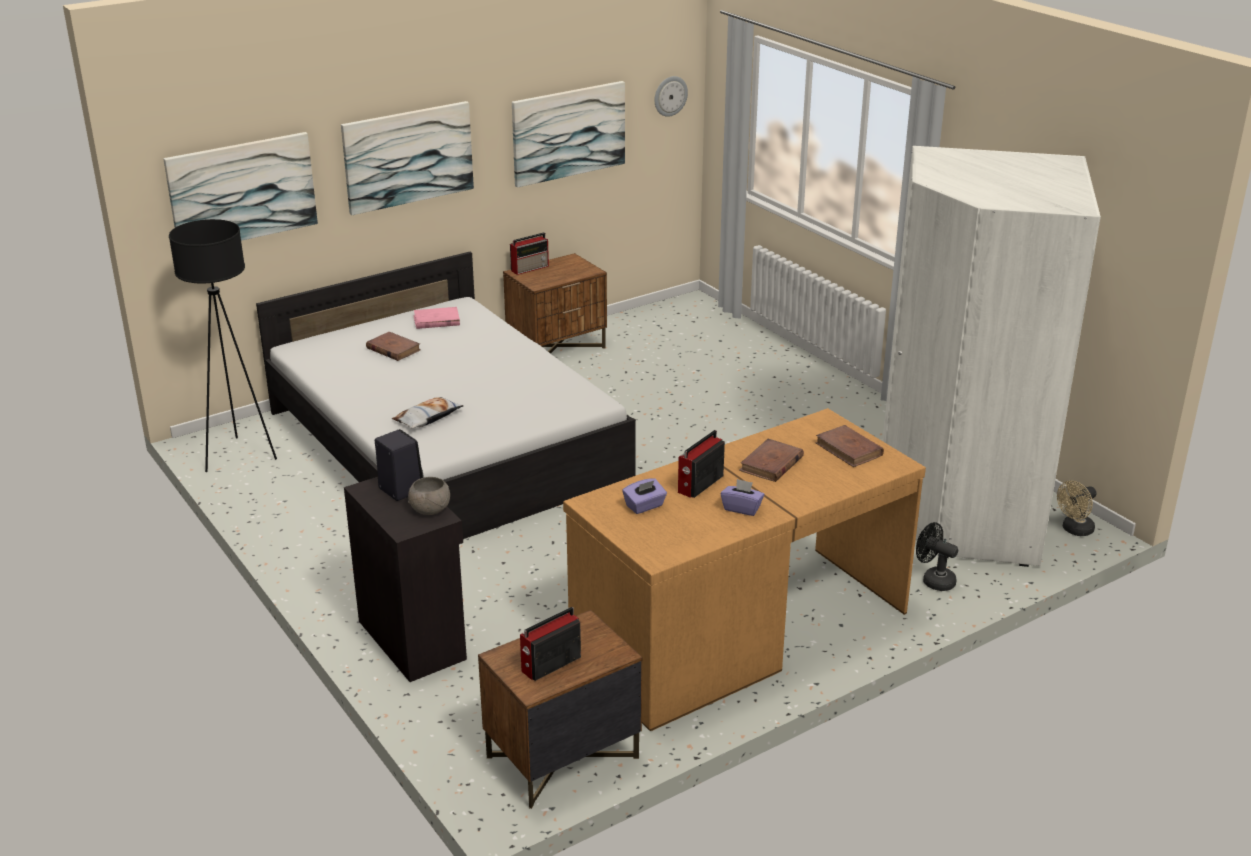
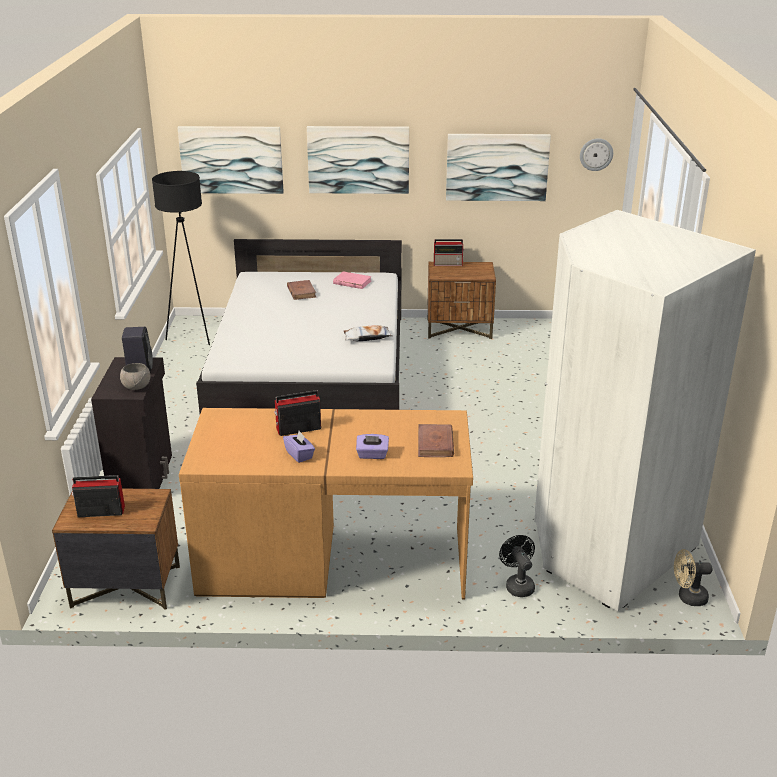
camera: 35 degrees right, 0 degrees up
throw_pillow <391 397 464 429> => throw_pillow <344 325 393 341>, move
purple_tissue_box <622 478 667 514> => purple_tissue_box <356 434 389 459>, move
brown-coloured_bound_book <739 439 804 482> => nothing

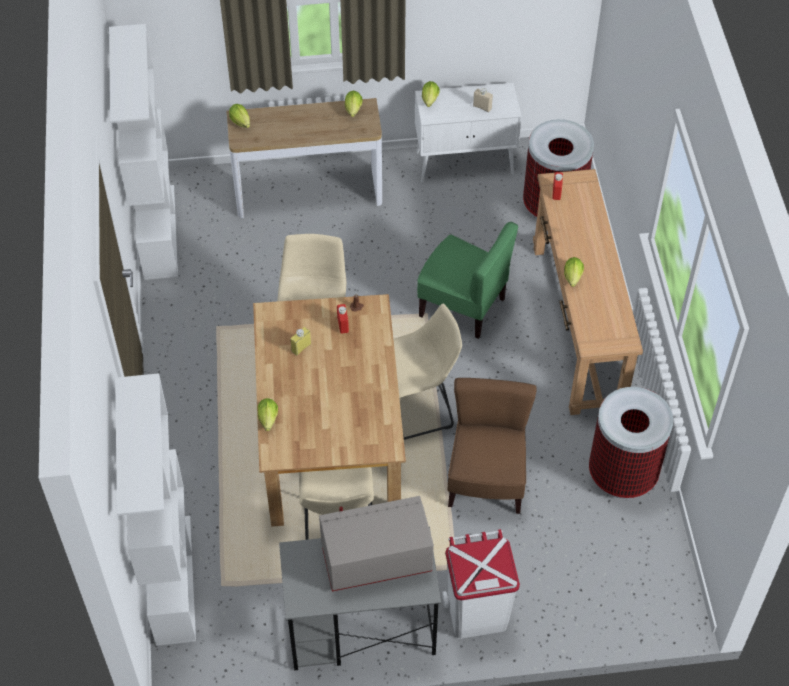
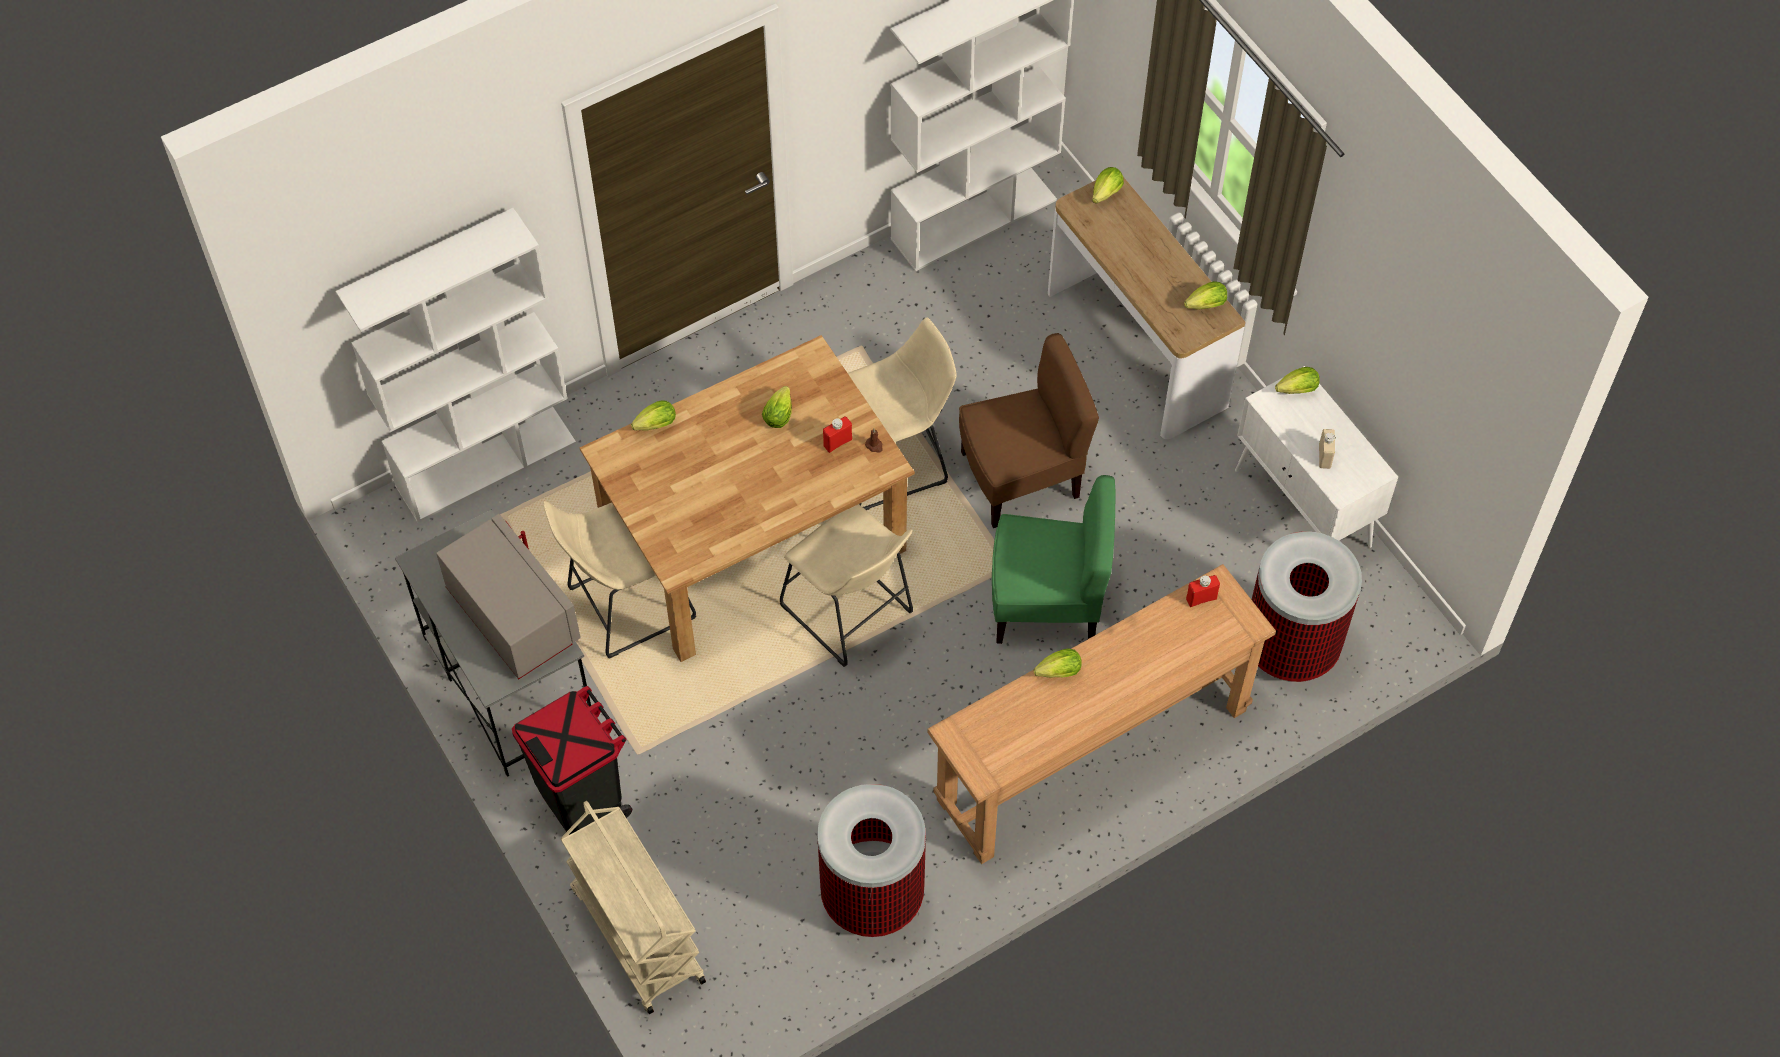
camera: 65 degrees right, 5 degrees up
whitish_waste_bin <442 529 520 638> => black_waste_bin <512 686 632 835>
nothing => beige_wheeled_cart <560 801 706 1014>
yellow-coloured_bottle <290 327 311 355> => head_of_lettuce <762 386 792 428>
brown-coloured_plain_chair <448 378 537 514> => brown-coloured_plain_chair <959 333 1099 528>, move
green_plain_chair <417 222 518 339> => green_plain_chair <992 475 1115 644>, 90 degrees counterclockwise

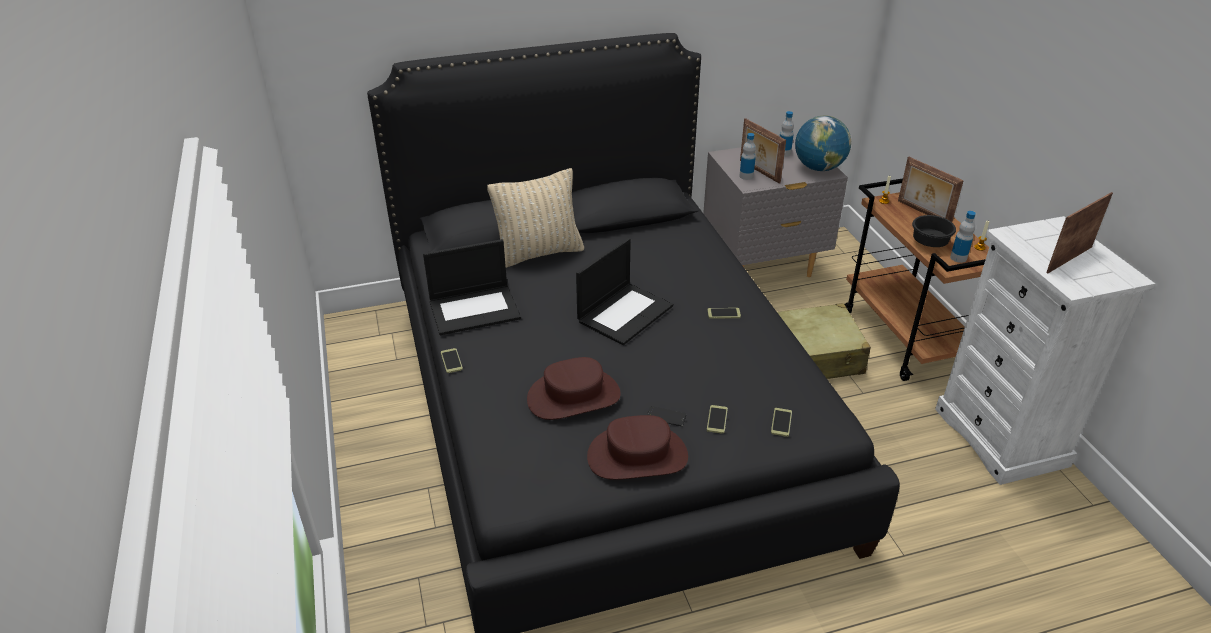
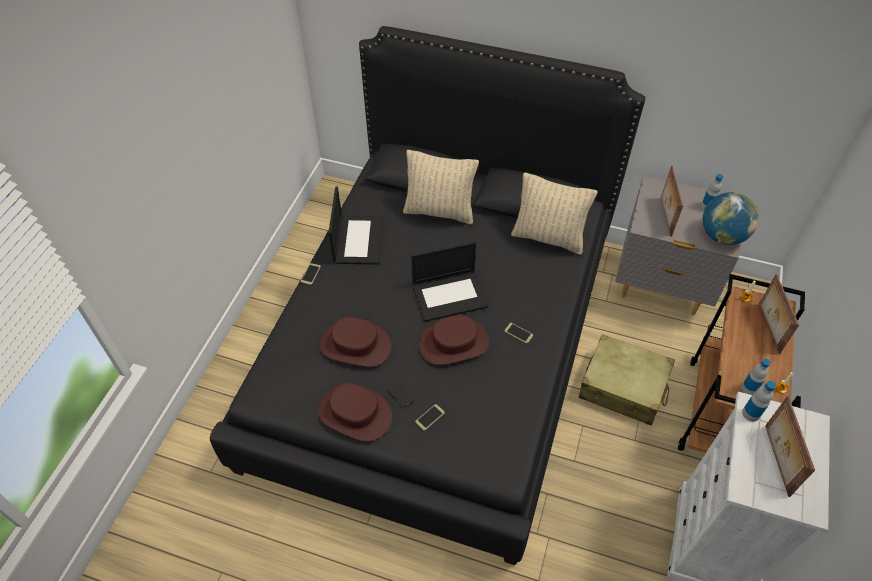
camera: 35 degrees right, 15 degrees up
notebook_computer <423 239 521 335> => notebook_computer <328 186 384 265>, 105 degrees counterclockwise
nothing => brown-coloured_hat <419 315 489 365>
nothing => beige_throw_pillow <511 172 598 255>
bottle <739 133 756 180> => bottle <742 381 776 422>, move
photo_frame <1046 192 1113 273> => photo_frame <765 396 815 497>, 90 degrees counterclockwise
telephone <771 408 792 437> => nothing
black_deep_dish <912 215 956 247> => nothing

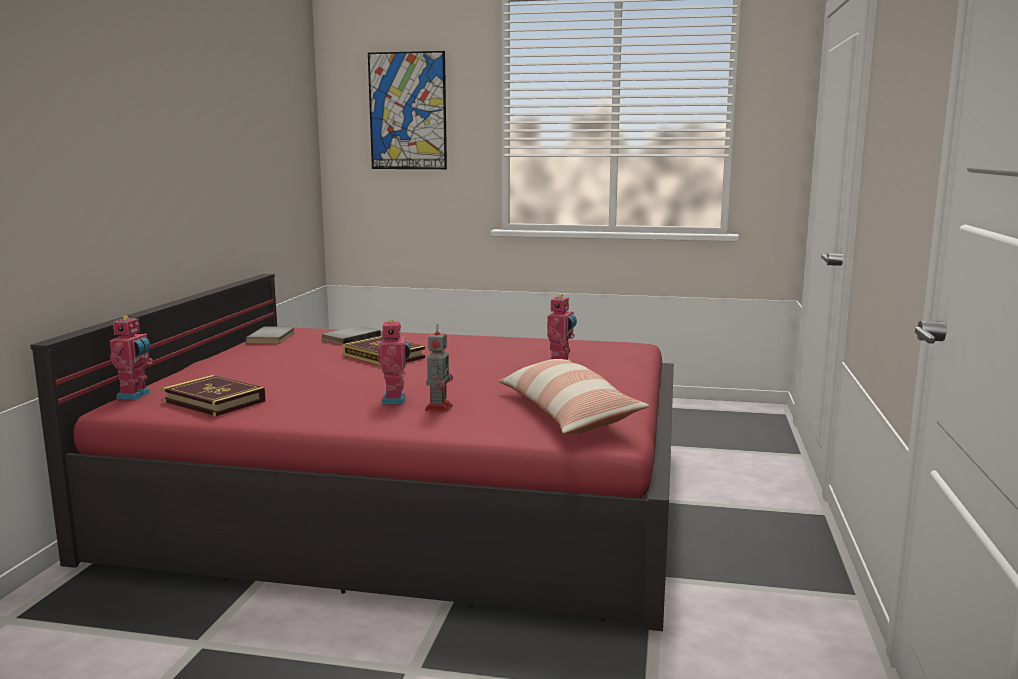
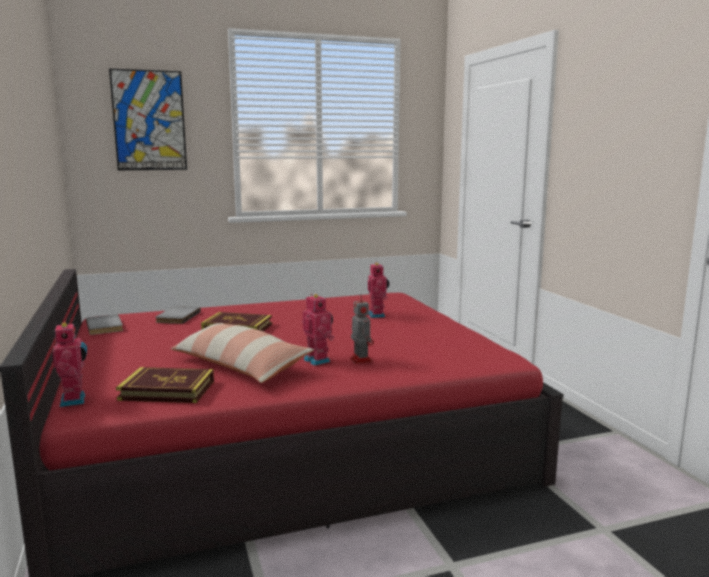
camera: 30 degrees left, 0 degrees up
throw_pillow <499 359 649 434> => throw_pillow <171 323 314 383>, move

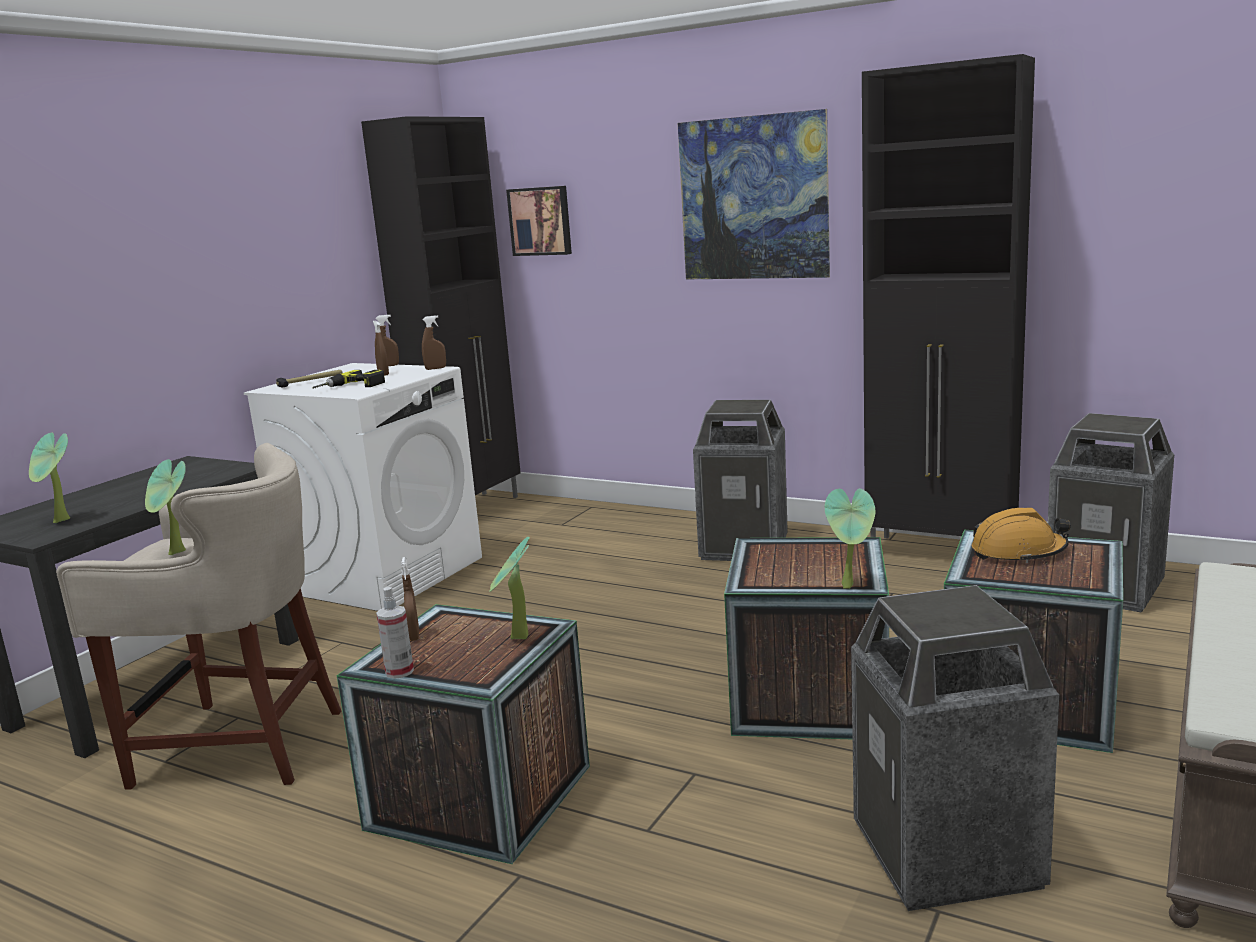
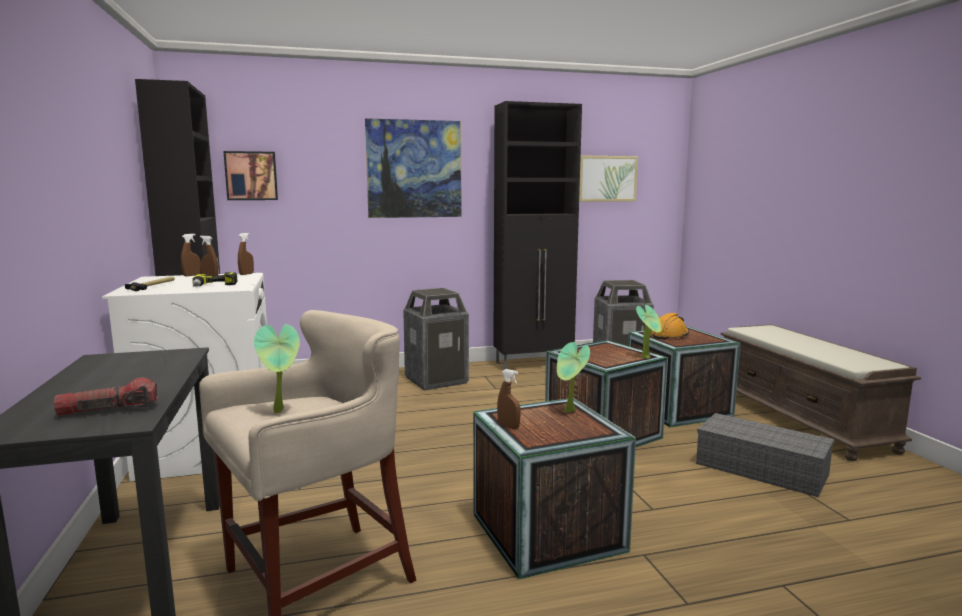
camera: 45 degrees left, 5 degrees down
plant_in_a_pot <29 433 70 523> => hand_torch <54 377 158 416>
nothing => wall_picture <579 155 638 202>
waste_bin <851 585 1059 911> => gray_storage_box <696 413 835 497>
spray_bottle <376 587 414 679> => nothing

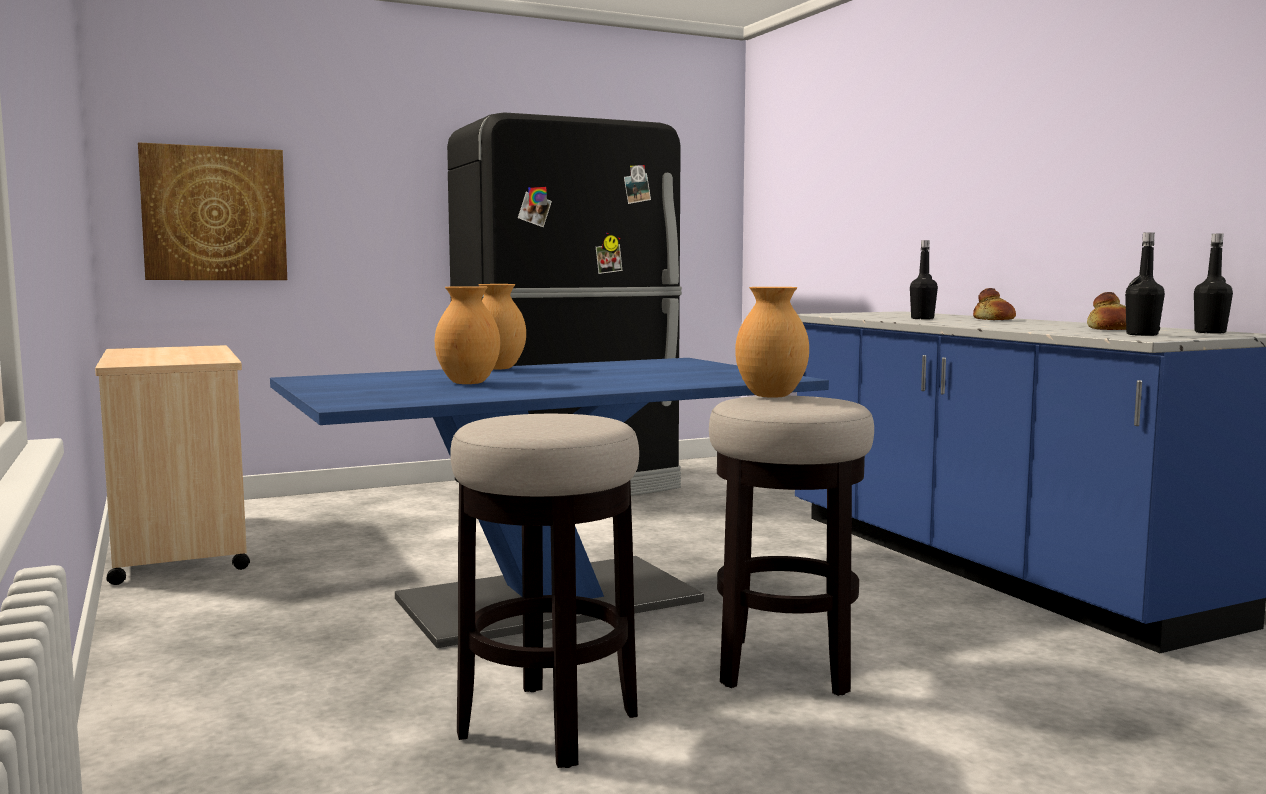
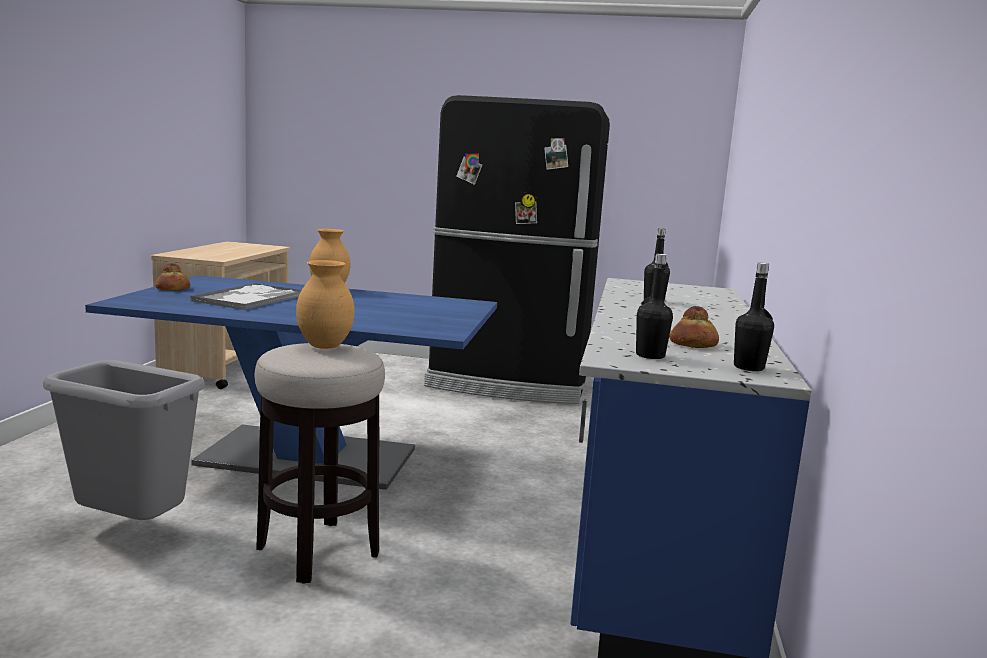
camera: 35 degrees right, 5 degrees up
stool_seat <450 414 639 768> => gray_waste_bin <43 360 205 520>
bakery_bread <973 288 1016 320> => bakery_bread <155 263 190 291>, move
brown-coloured_flower_vase <435 286 500 384> => serving_tray <190 283 302 310>
wall_picture <138 142 287 280> => nothing

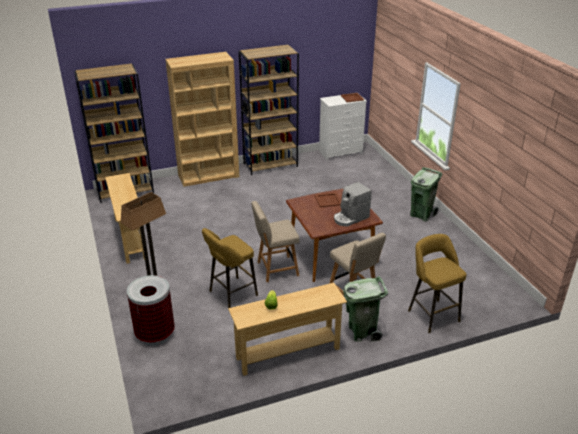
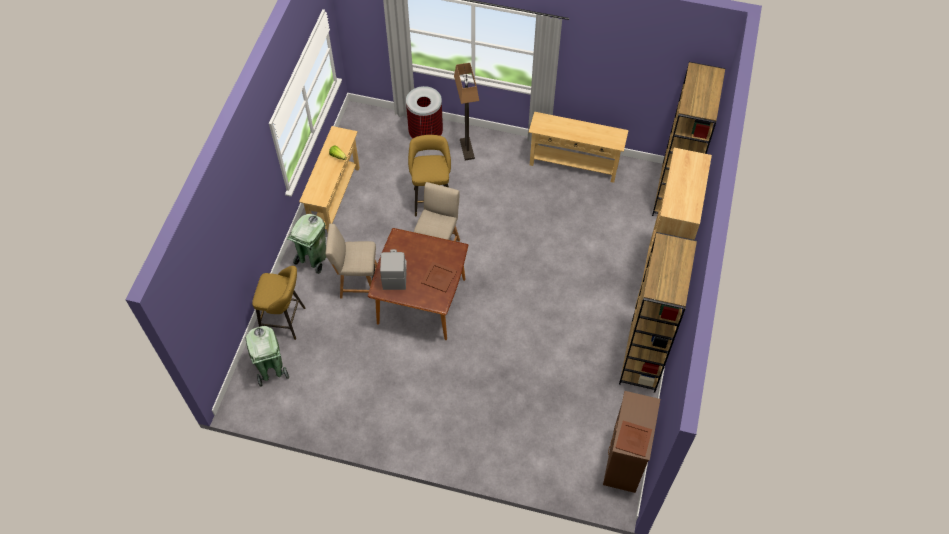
camera: 125 degrees right, 25 degrees up
green_waste_bin <410 167 443 222> => green_waste_bin <246 326 289 387>, move
whitish_dresser <319 94 367 160> => brown-coloured_dresser <603 391 660 493>

